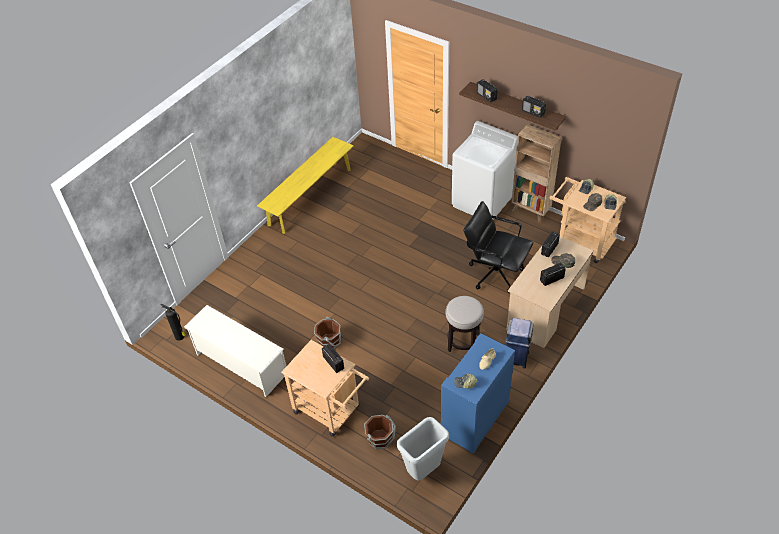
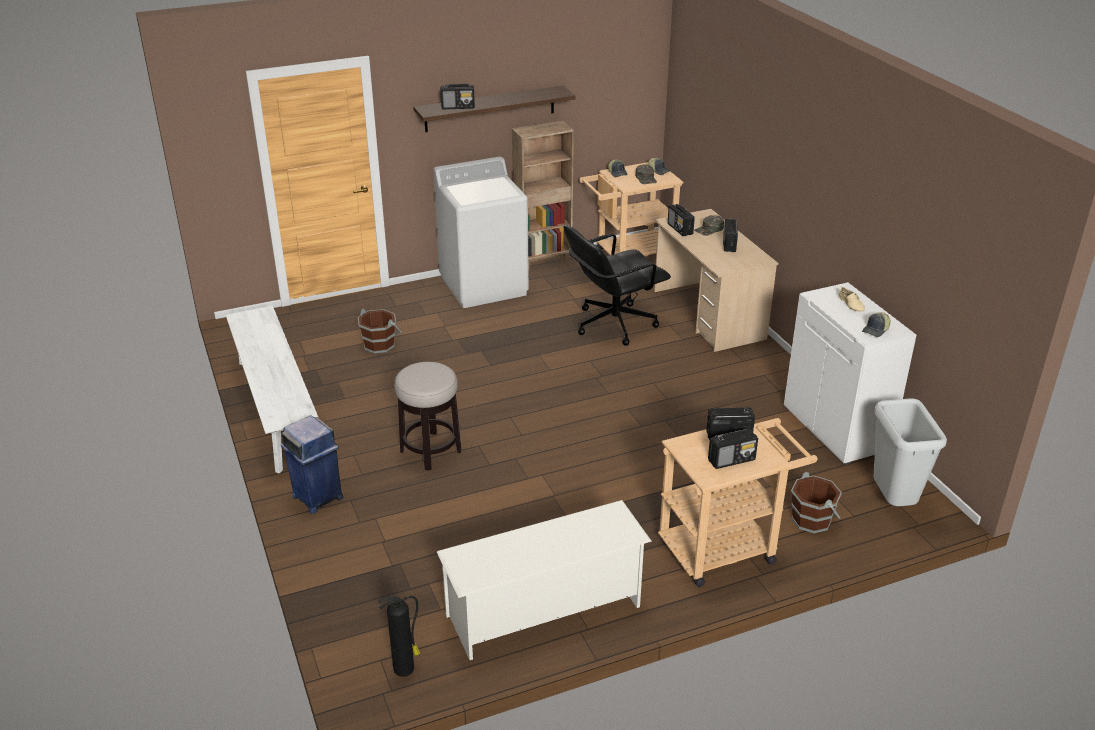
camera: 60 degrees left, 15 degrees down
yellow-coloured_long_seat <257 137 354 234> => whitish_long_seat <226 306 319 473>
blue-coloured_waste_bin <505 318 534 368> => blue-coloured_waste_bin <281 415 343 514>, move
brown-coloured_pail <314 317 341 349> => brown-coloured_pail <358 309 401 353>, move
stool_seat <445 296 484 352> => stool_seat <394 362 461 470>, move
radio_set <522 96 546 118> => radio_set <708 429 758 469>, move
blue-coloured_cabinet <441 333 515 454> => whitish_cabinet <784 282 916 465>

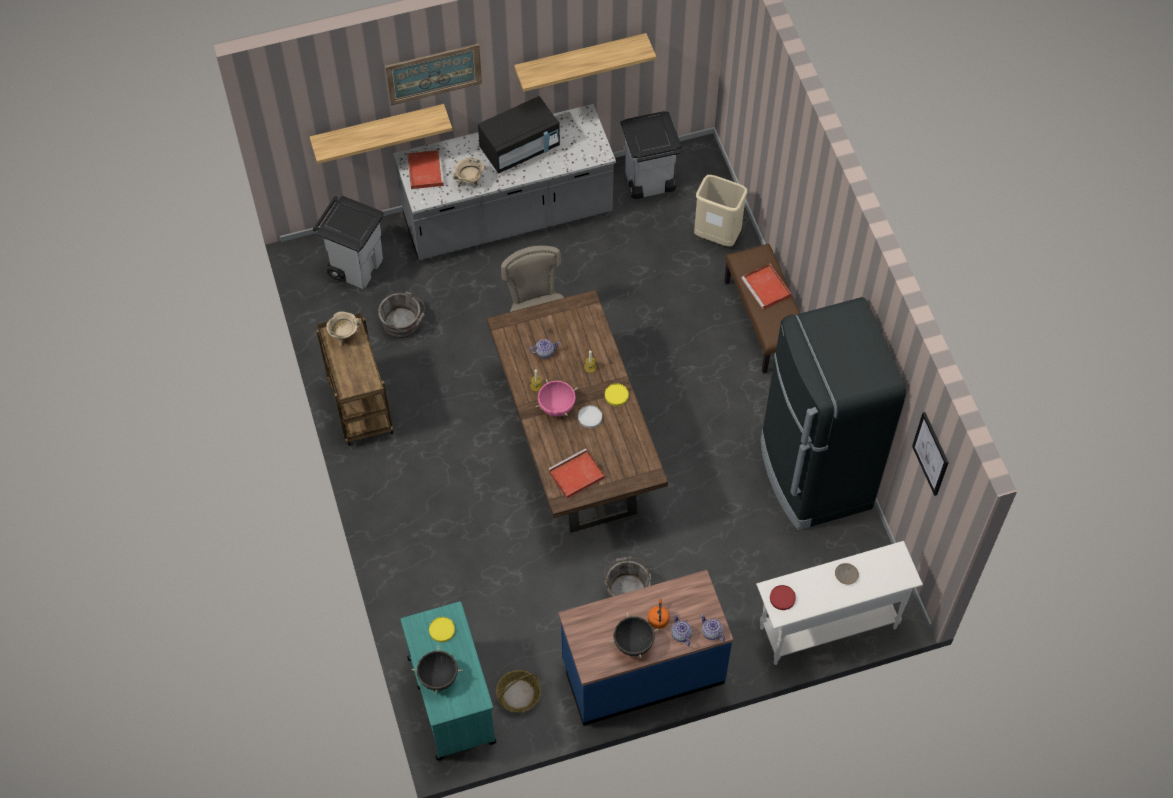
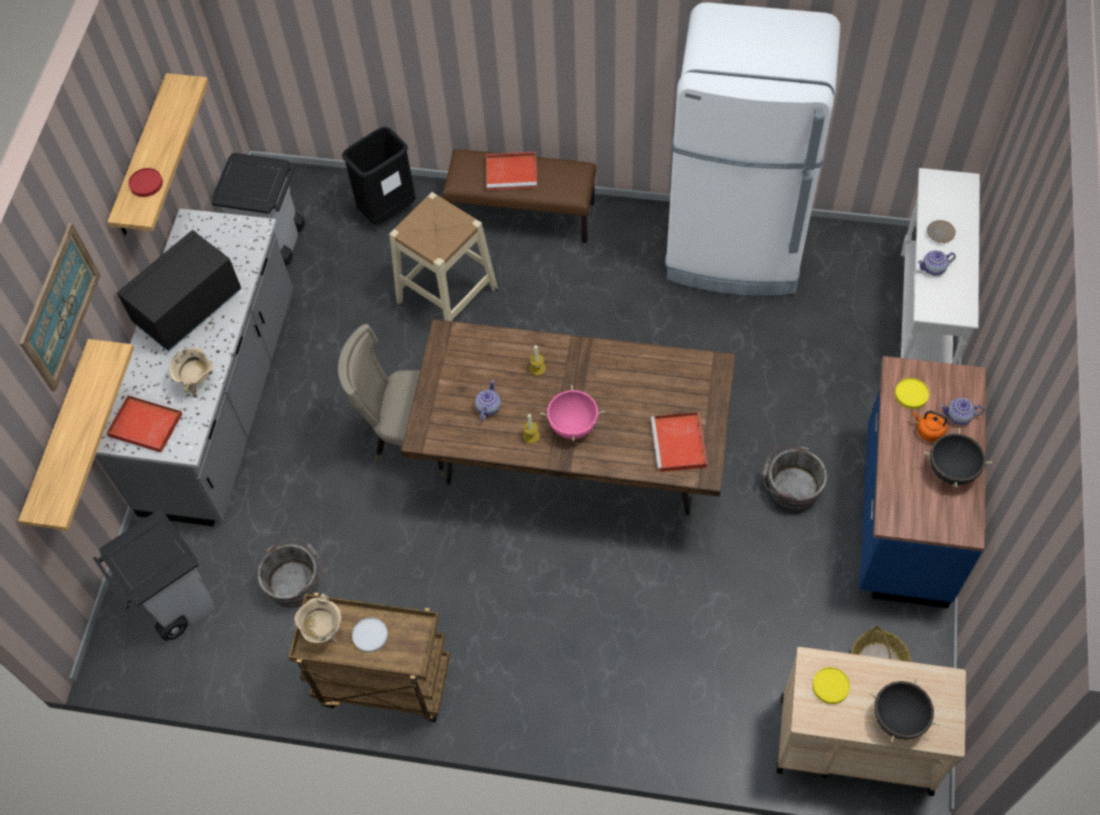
camera: 60 degrees left, 0 degrees up
black_microwave_oven <478 96 560 174> => black_microwave_oven <117 230 242 352>, 135 degrees counterclockwise
red-coloured_flat_dish <770 585 796 610> => red-coloured_flat_dish <128 168 163 197>, move
beige_waste_bin <694 175 747 246> => black_waste_bin <342 127 416 225>
whitish_flat_dish <578 405 602 428> => whitish_flat_dish <352 617 388 653>, move
nothing => beige_stool_seat <389 192 498 321>
black_refrigerator <761 297 906 530> => whitish_refrigerator <665 2 840 296>
turquoise-coloured_wheeled_cart <401 601 497 760> => beige_wheeled_cart <777 647 966 796>
yellow-coloured_flat_dish <605 383 629 406> => yellow-coloured_flat_dish <895 378 929 409>, move
pot_for_tea <700 614 725 642> => pot_for_tea <918 250 956 276>, move
wall_picture <912 412 949 496> => nothing

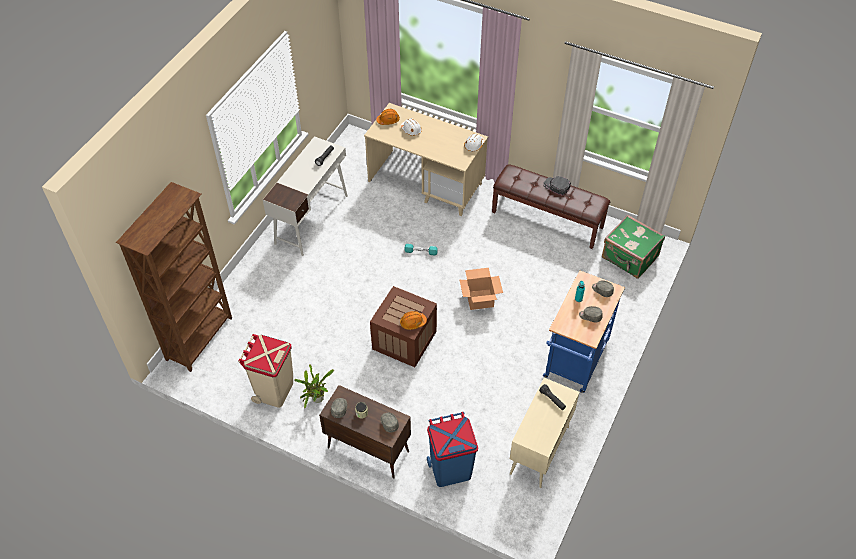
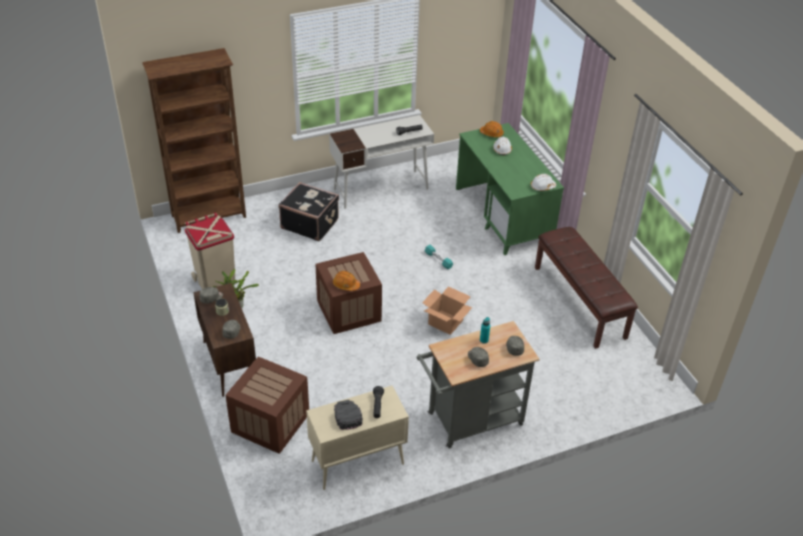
camera: 40 degrees right, 10 degrees down
blue-coloured_waste_bin <427 412 478 487> => shipping_crate <226 357 309 454>
nothing => black_travel_case <279 182 339 241>
black_cap <543 176 571 196> => black_cap <334 400 362 430>, move
blue-coloured_wheeled_cart <543 270 625 393> => gray_wheeled_cart <417 321 540 449>
beige_desk_unit <364 103 488 216> => green_desk_unit <456 123 564 255>
green_travel_case <602 215 665 279> => nothing

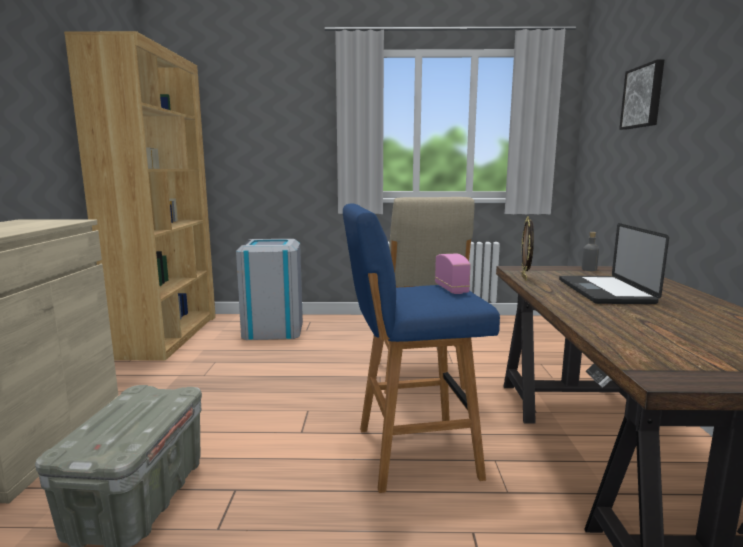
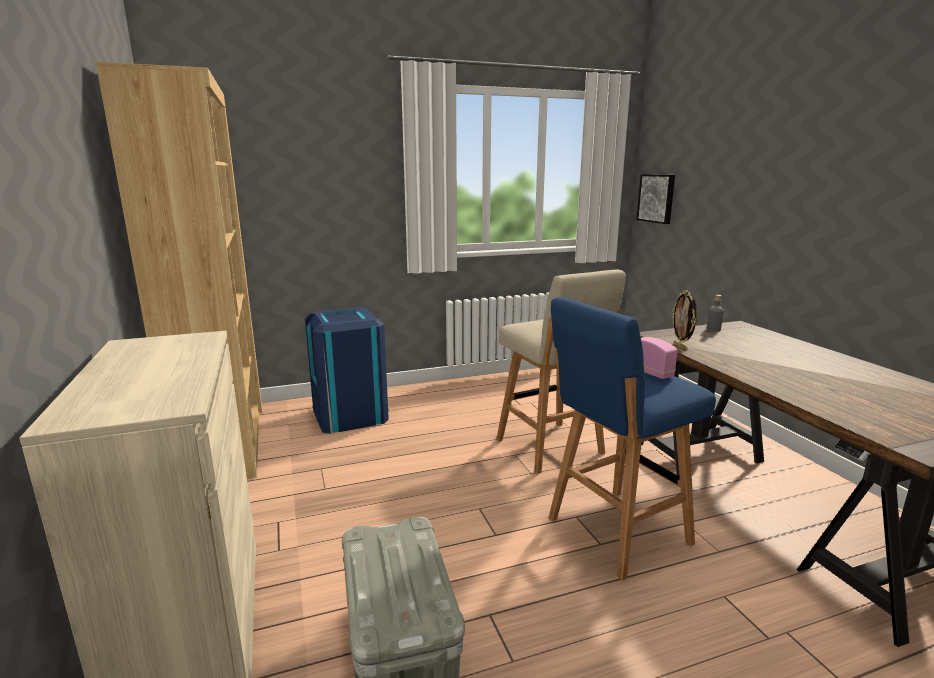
camera: 20 degrees left, 5 degrees up
gray_waste_bin <236 239 303 340> => blue-coloured_waste_bin <305 307 389 434>
wall_picture <619 59 664 130> => wall_picture <637 174 675 224>, move
notebook_computer <559 223 669 304> => nothing

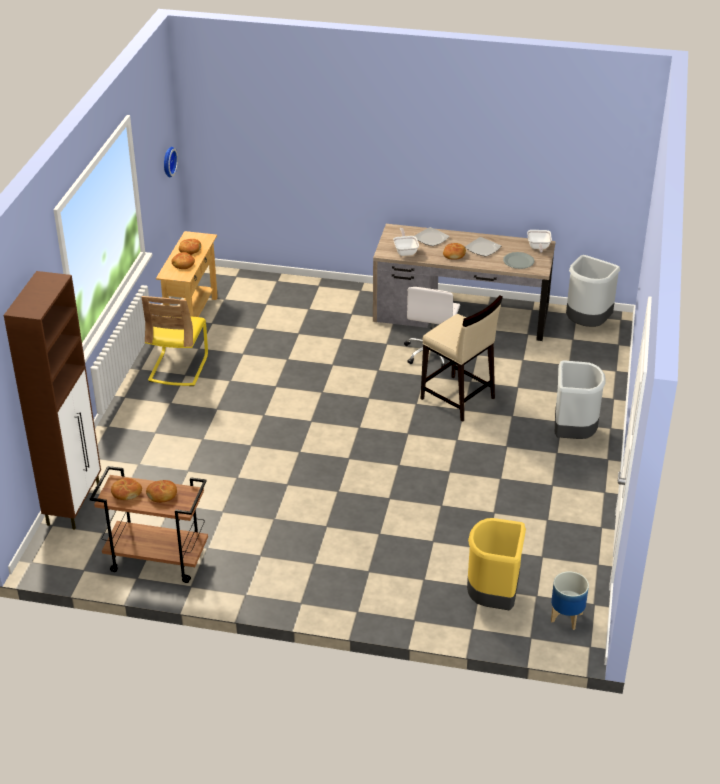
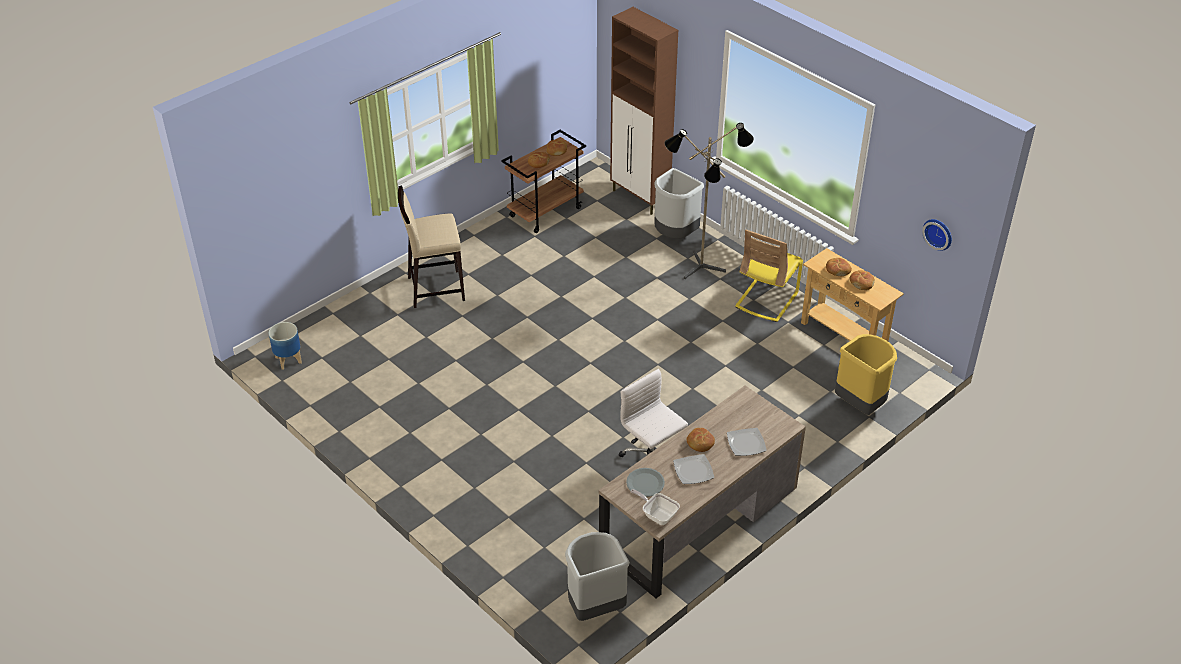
camera: 125 degrees right, 5 degrees up
beige_stool_seat <421 295 503 422> => beige_stool_seat <398 185 465 308>, move
gray_waste_bin <555 360 606 439> => gray_waste_bin <654 168 704 239>, move
nothing => floor_lamp <664 123 754 279>
yellow-coloured_plain_chair <142 296 208 386> => yellow-coloured_plain_chair <735 230 803 322>, 105 degrees counterclockwise
yellow-coloured_waste_bin <467 518 526 610> => yellow-coloured_waste_bin <835 334 897 415>, move
skillet <393 228 419 256> => nothing

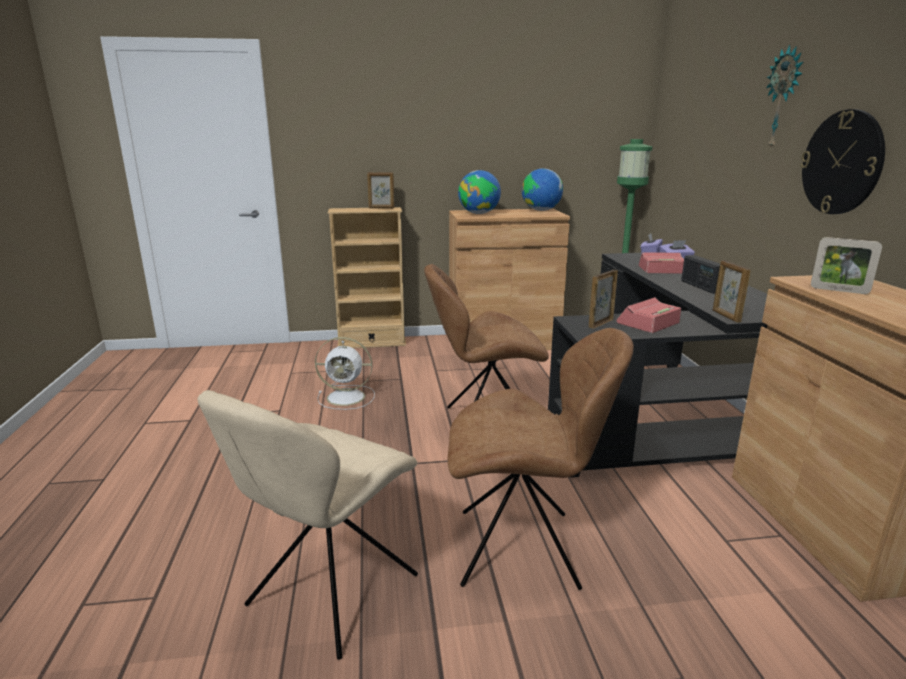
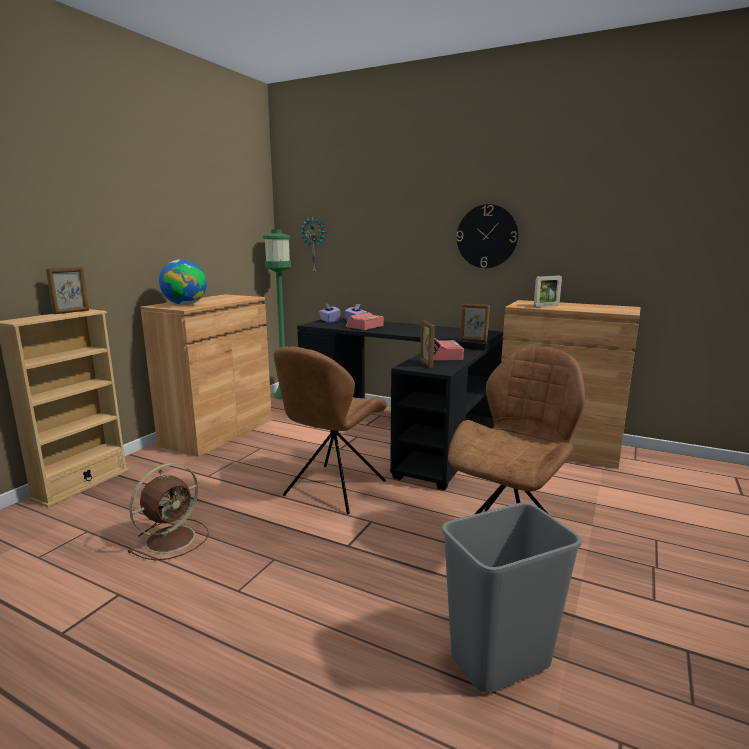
camera: 55 degrees left, 5 degrees down
whitish_electric_fan <315 337 375 410> => brown-coloured_electric_fan <127 463 209 560>
wall_clock <766 45 803 150> => wall_clock <300 215 326 273>, move
beige_plain_chair <198 390 418 660> => gray_waste_bin <442 503 582 693>
world_globe <522 168 563 211> => nothing
radio_set <681 255 720 294> => nothing

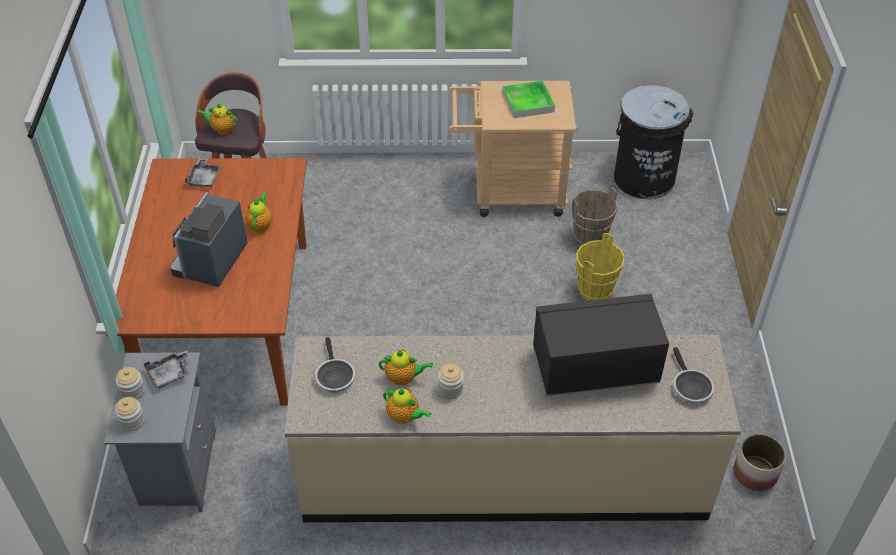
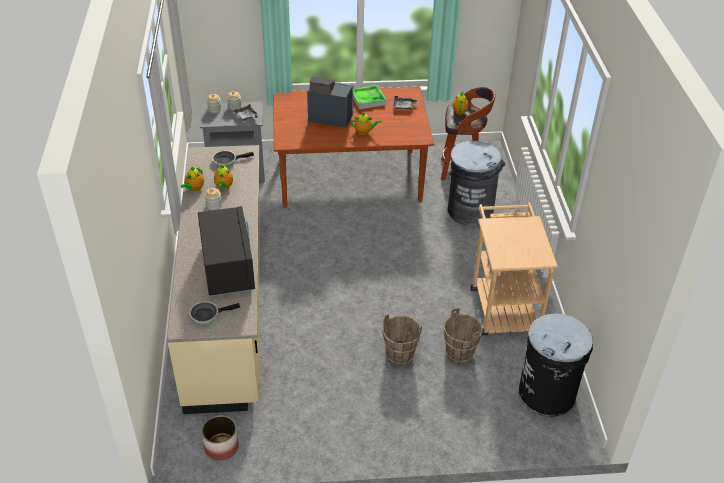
camera: 85 degrees right, 5 degrees down
serving_tray <503 80 555 118> => serving_tray <353 85 387 109>, move
yellow-coloured_pail <576 233 625 301> => brown-coloured_pail <383 314 422 367>
nothing => gray_waste_bin <448 141 505 226>

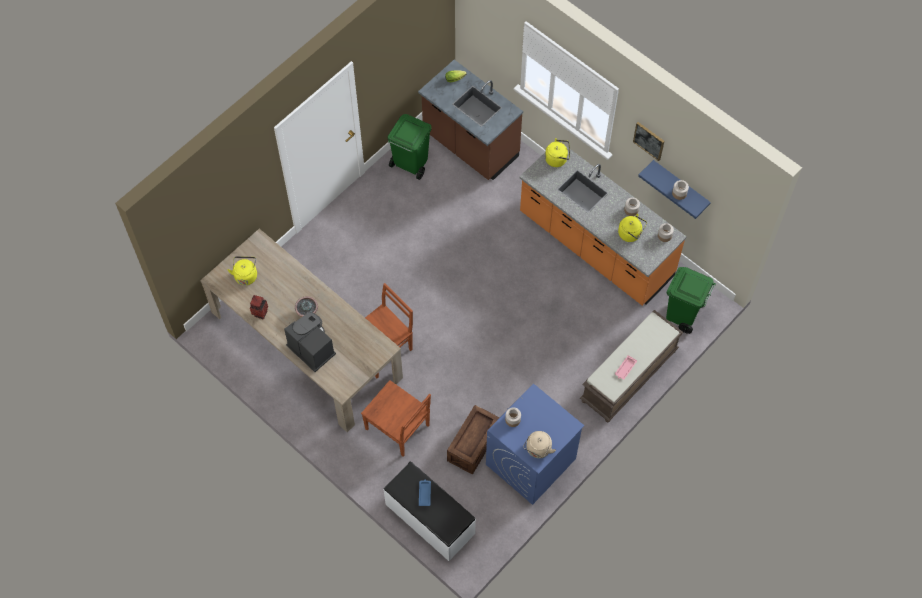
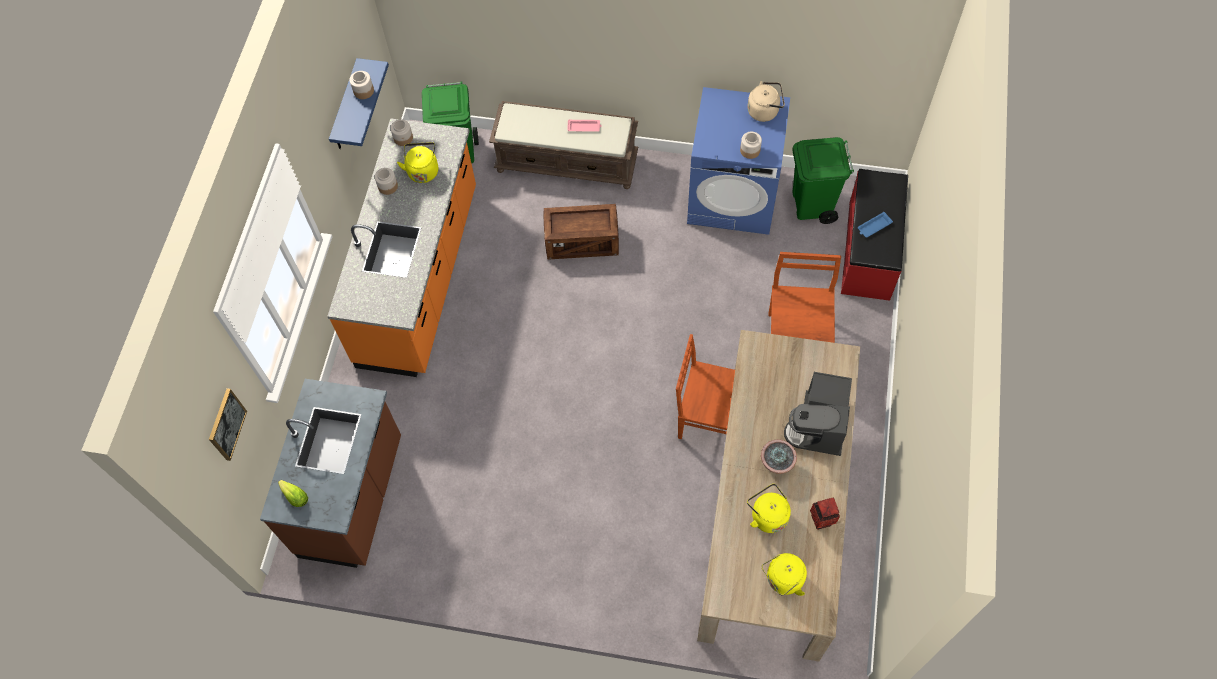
camera: 120 degrees left, 0 degrees up
wall_picture <633 122 664 161> => wall_picture <209 388 247 461>, move
shipping_crate <447 405 500 475> => shipping_crate <544 204 619 260>, move
yellow-coloured_tea_kettle <545 138 570 167> => yellow-coloured_tea_kettle <747 484 791 533>, move
green_waste_bin <388 114 432 180> => green_waste_bin <792 137 854 224>, move
whitish_long_seat <383 461 476 561> => red-coloured_long_seat <841 169 908 301>

